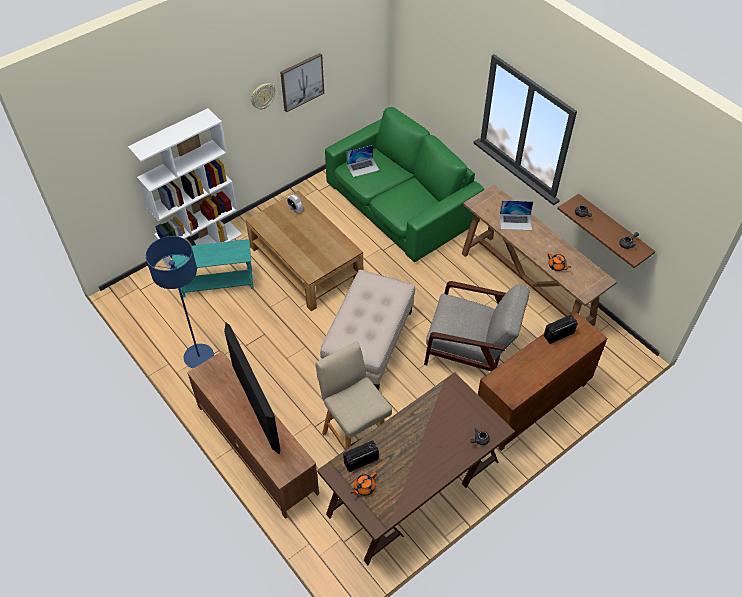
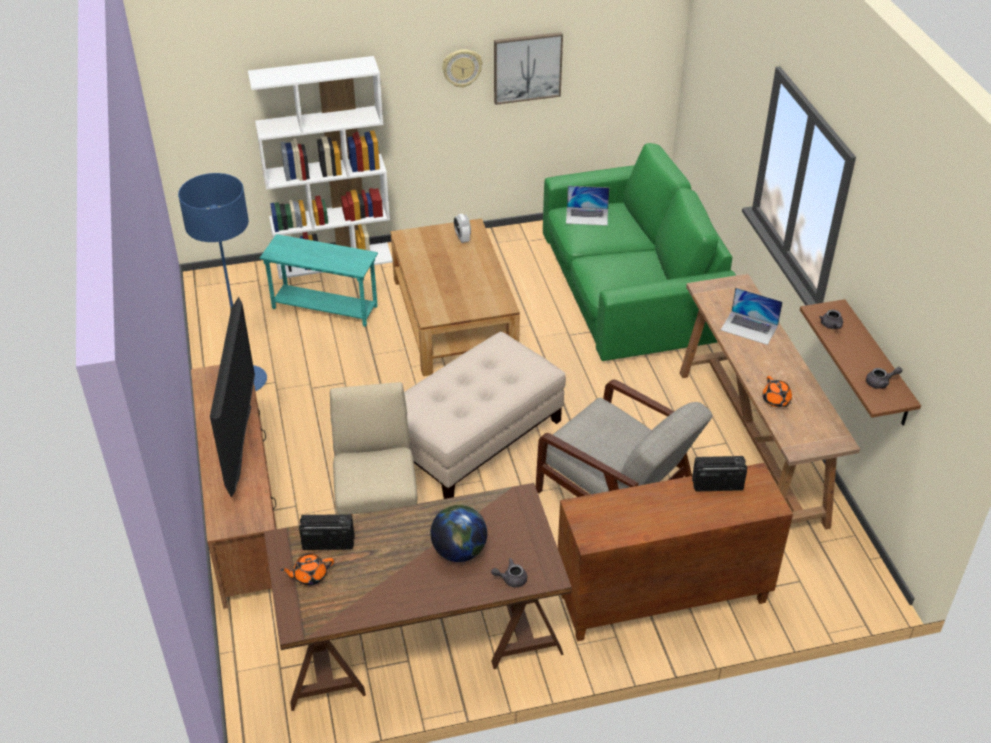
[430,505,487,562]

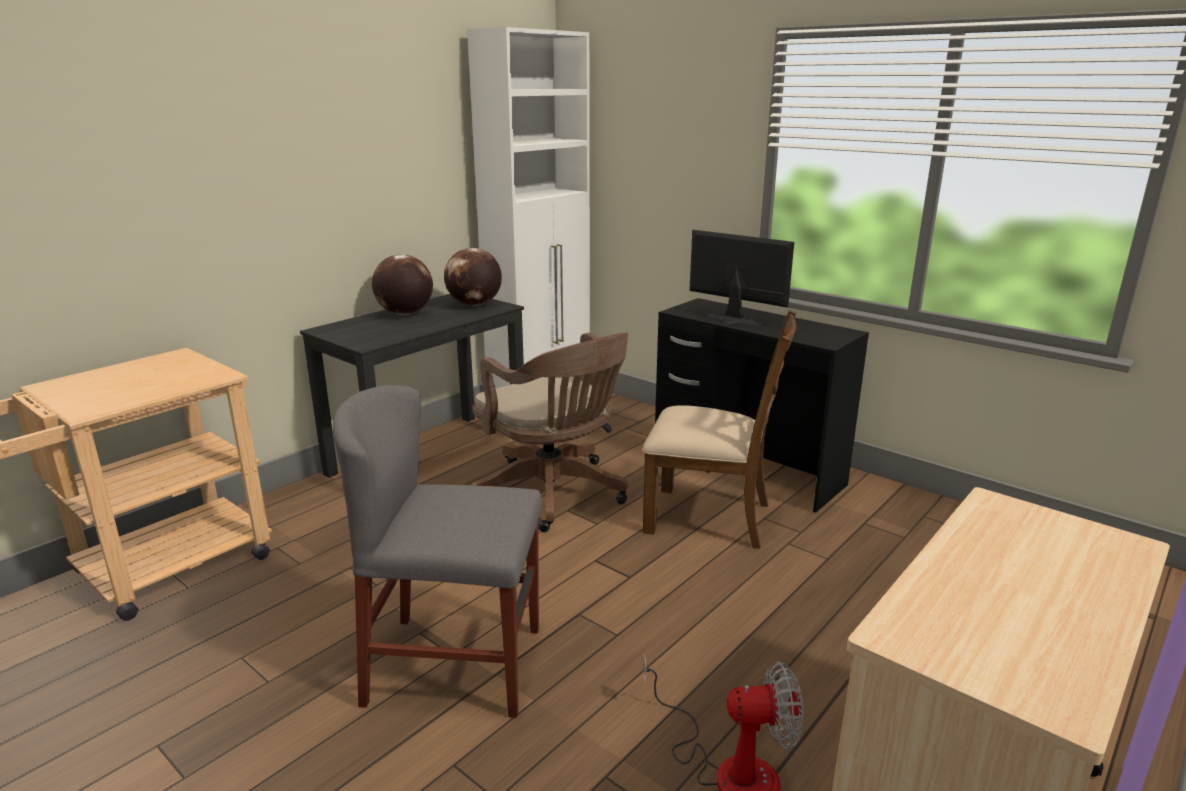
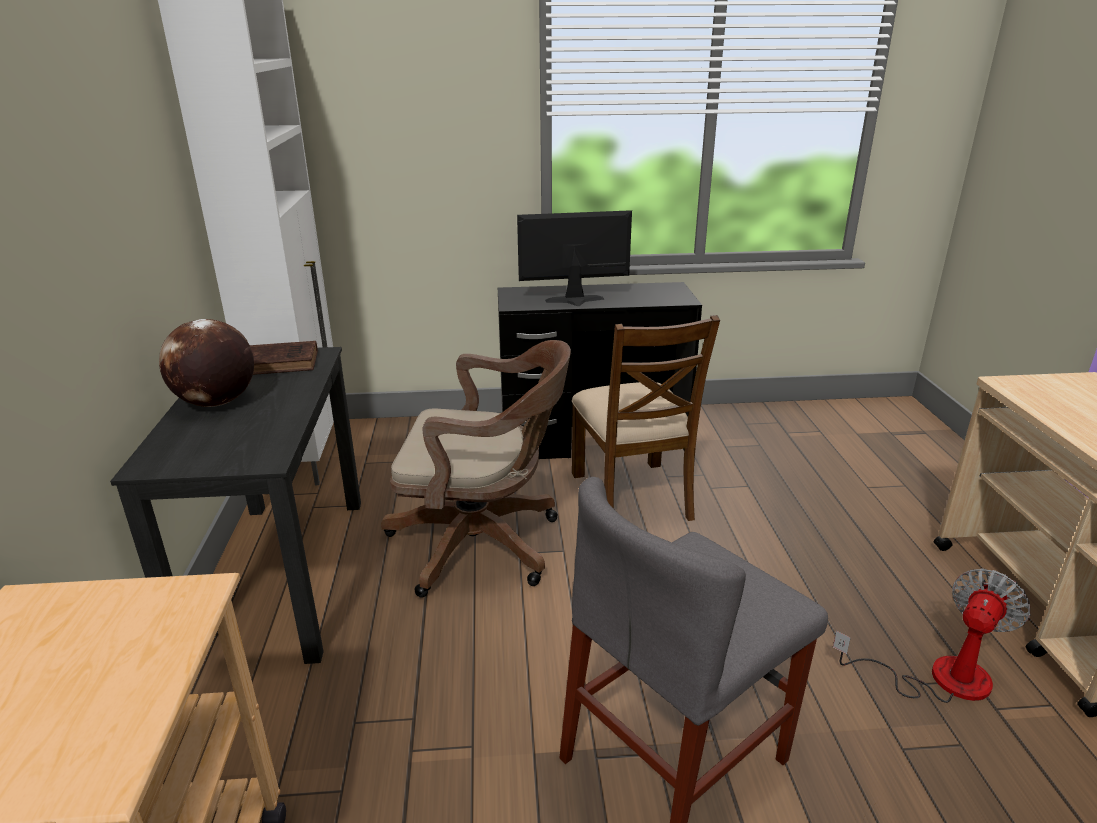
[250,341,318,375]
[572,315,720,521]

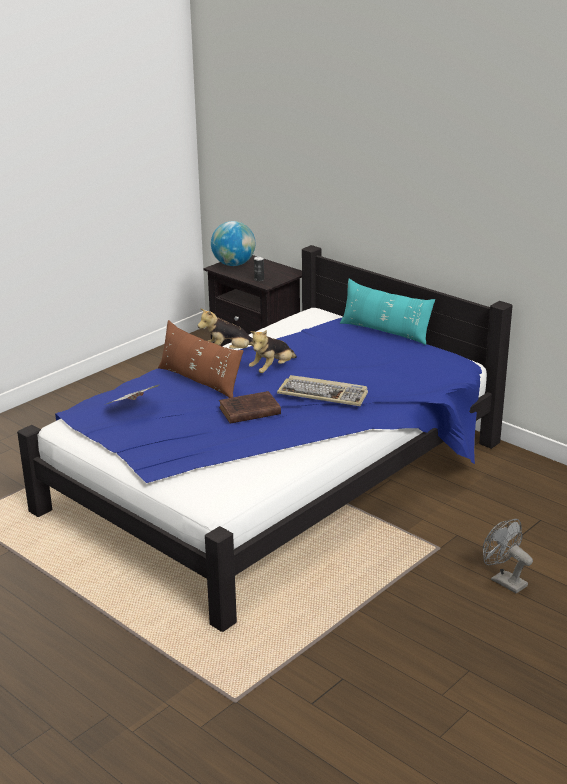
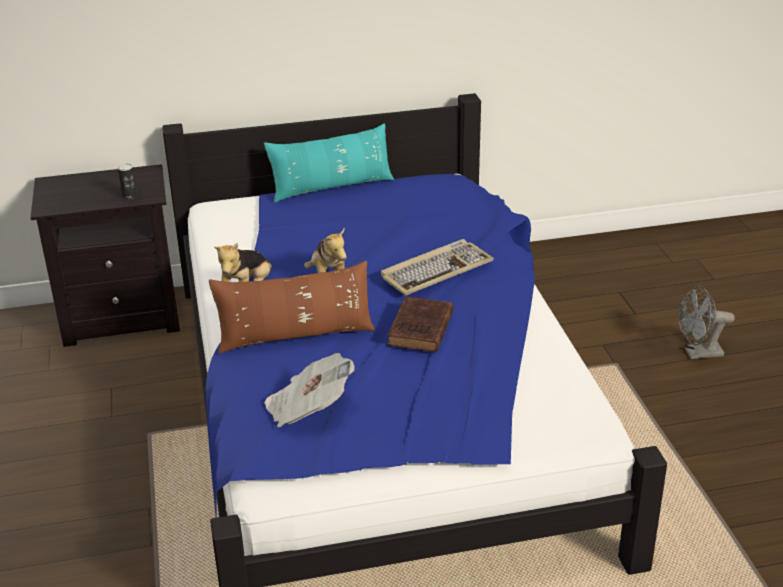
[211,221,256,266] (first image)

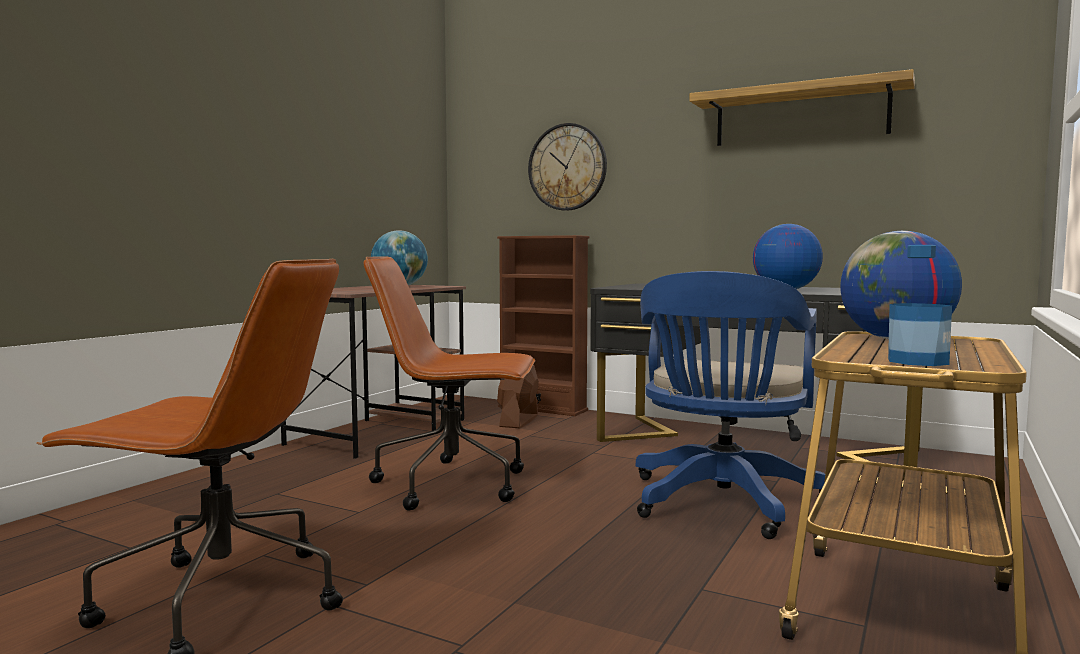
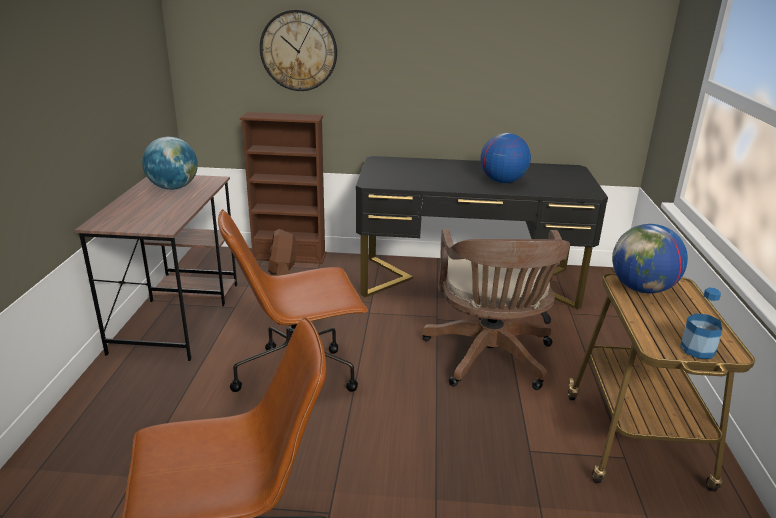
[689,69,915,146] (first image)
[422,229,570,390]

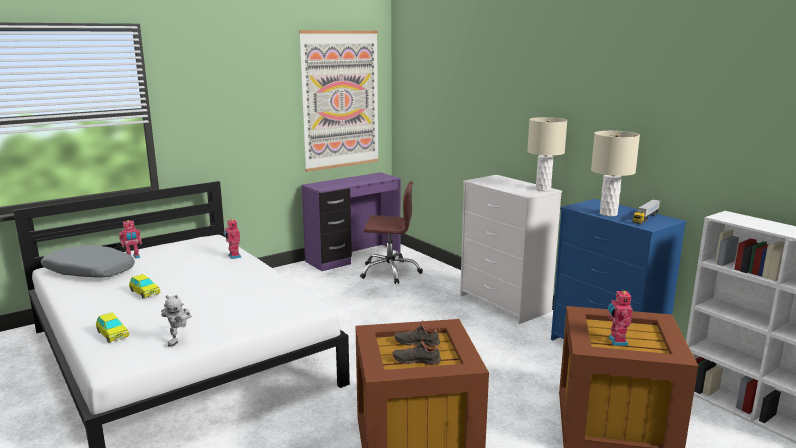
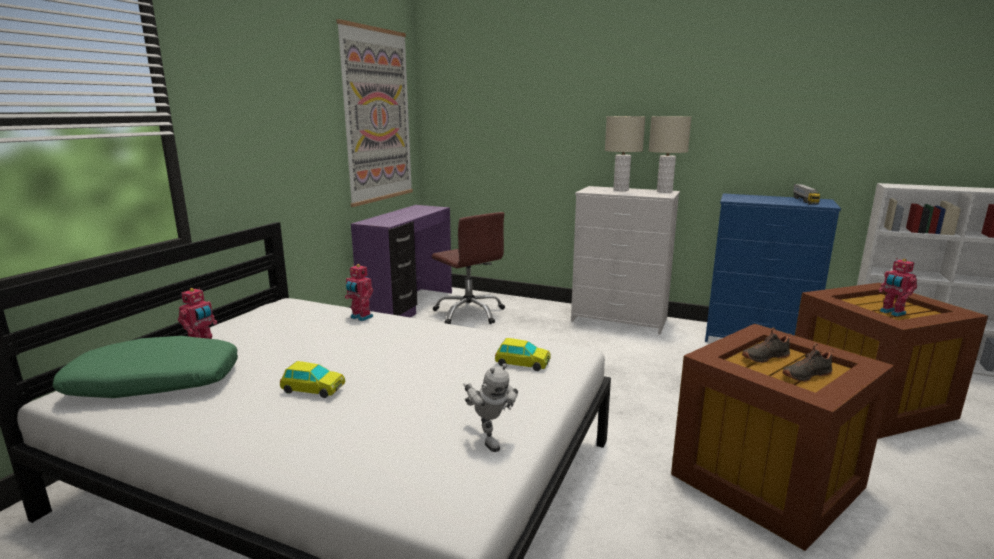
[605,116,645,191]
[432,212,505,324]
[53,336,238,398]
[495,338,551,371]

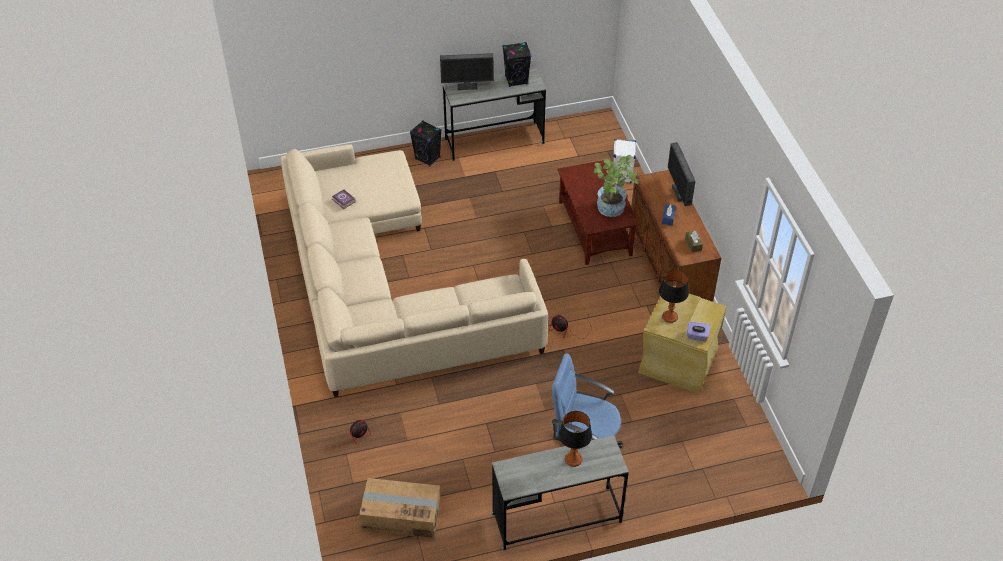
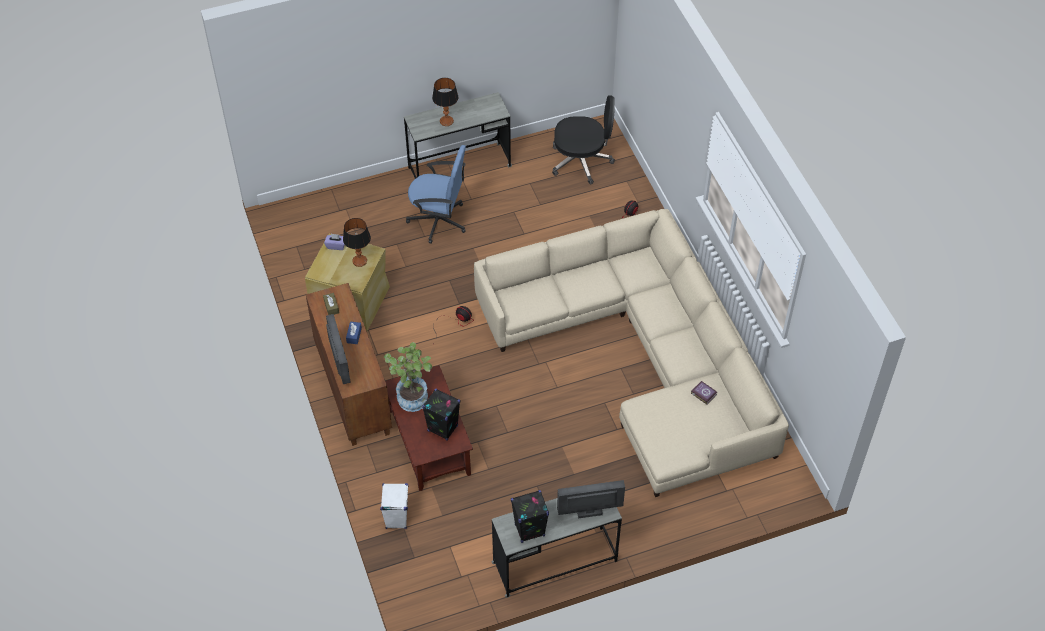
[422,388,460,441]
[552,95,615,185]

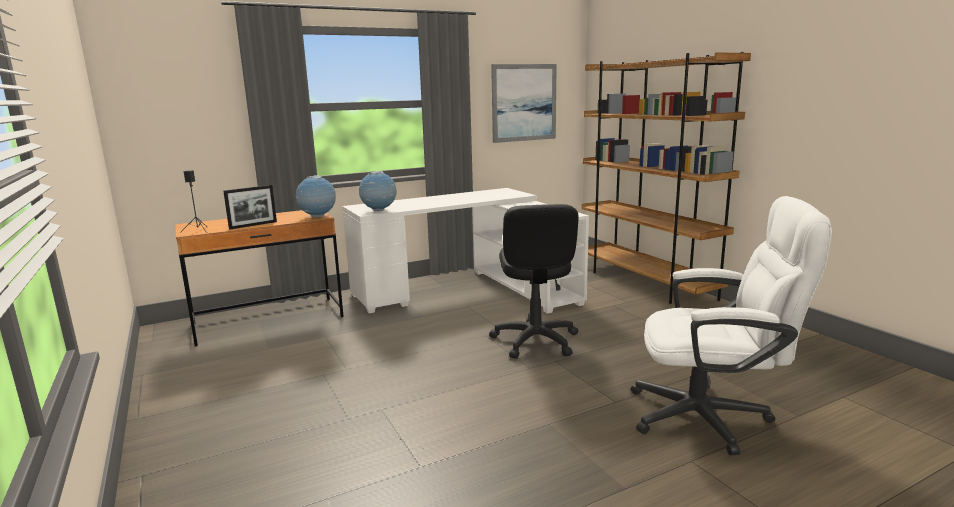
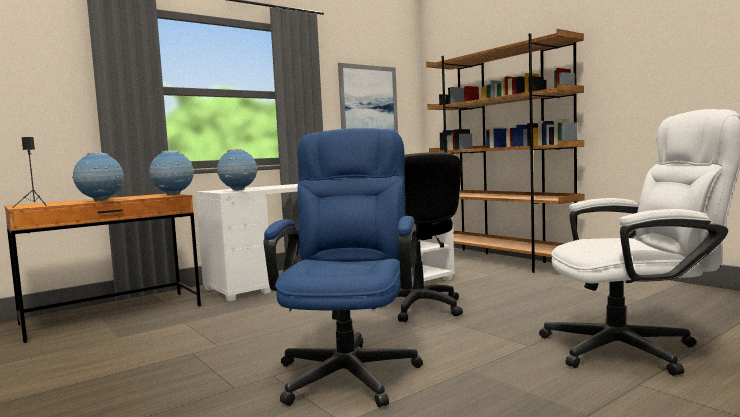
[72,152,124,201]
[264,128,423,408]

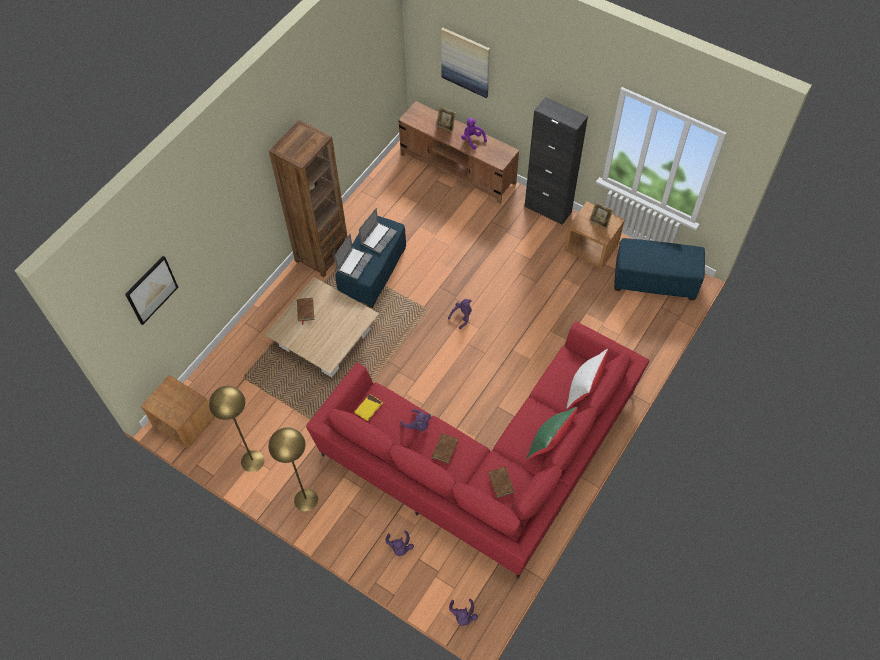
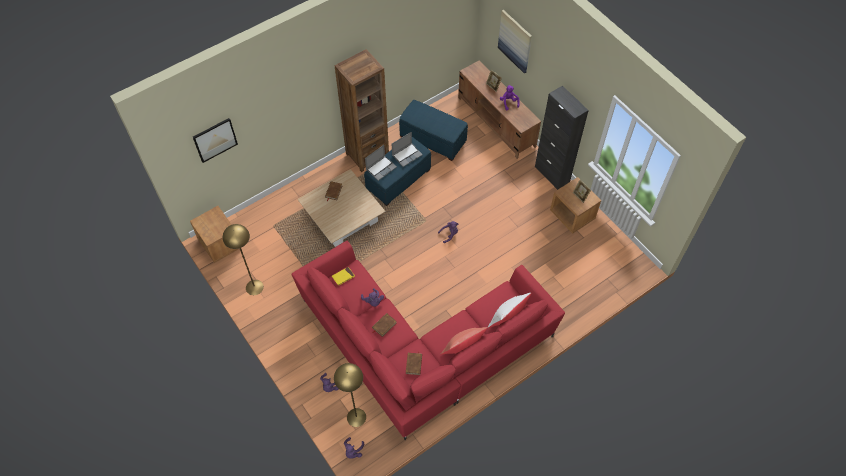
[399,100,468,161]
[441,327,488,354]
[334,363,366,427]

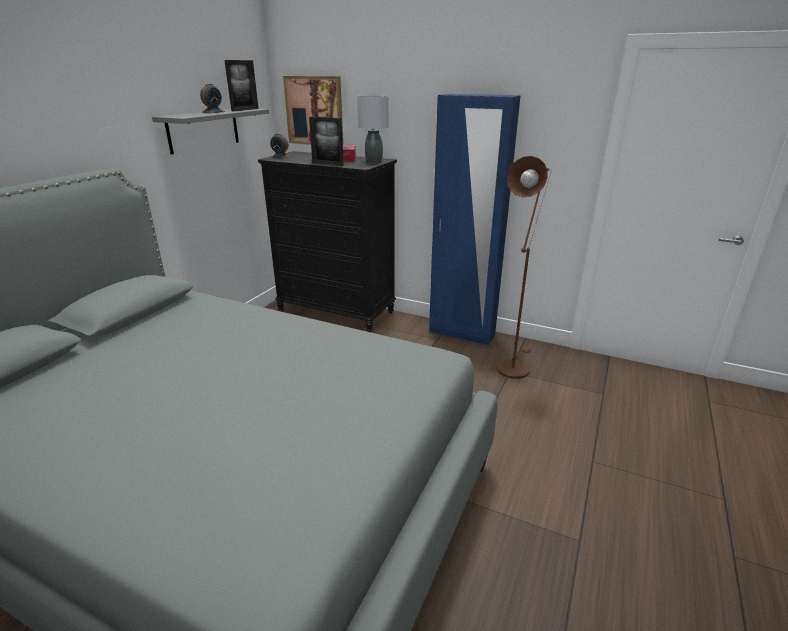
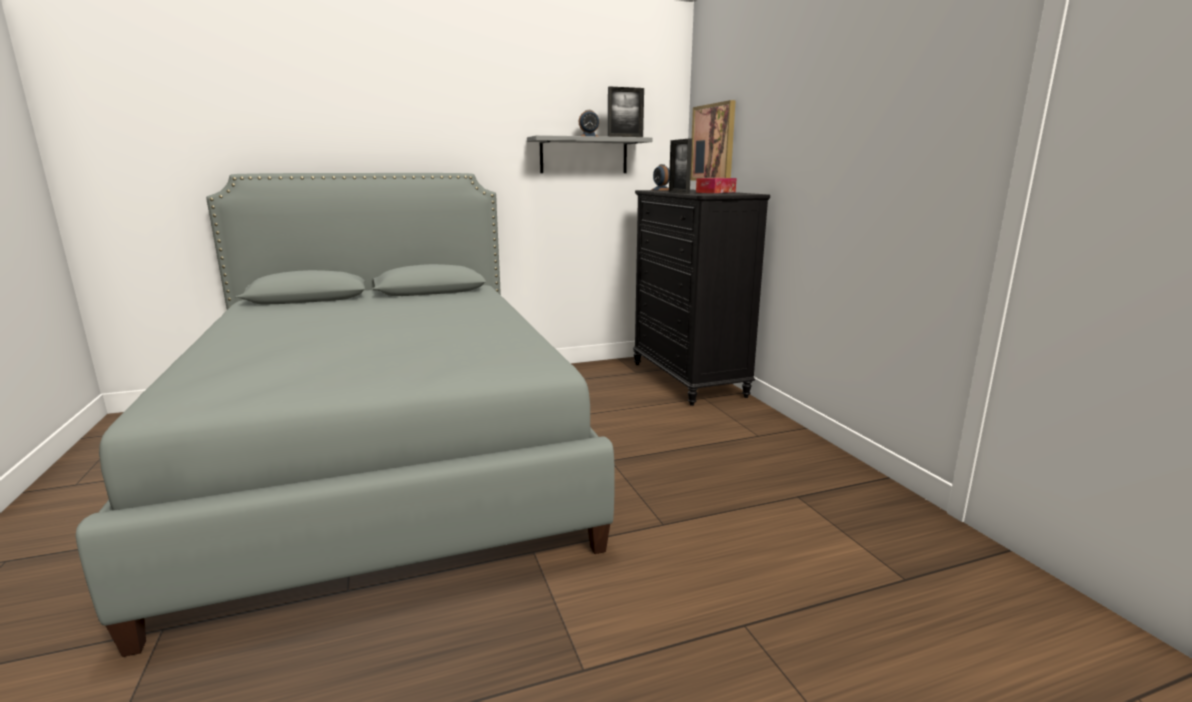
[429,94,521,345] (first image)
[357,95,388,164] (first image)
[496,156,551,379] (first image)

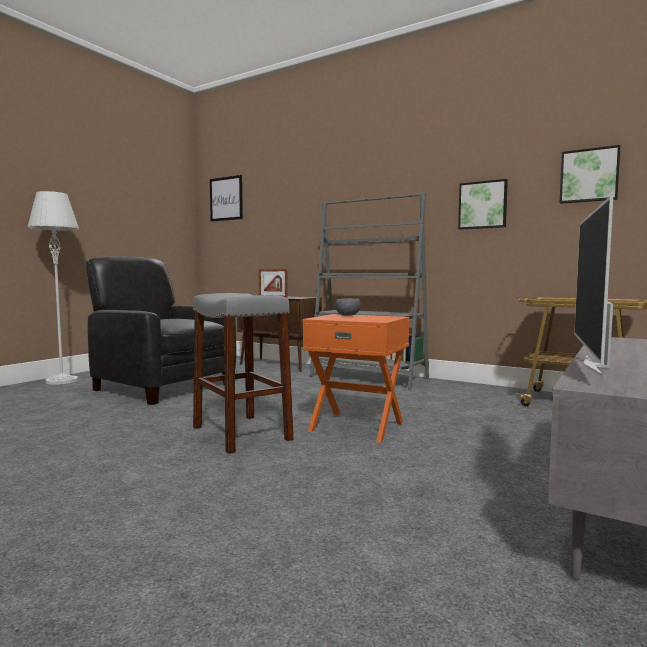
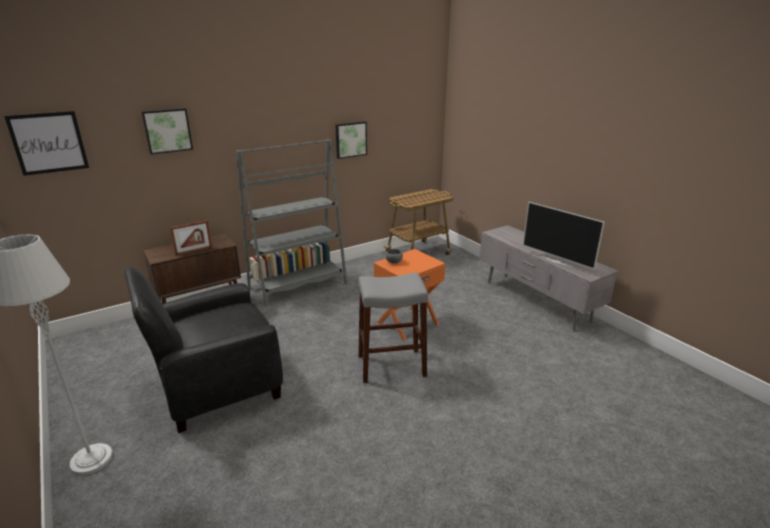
[141,108,193,155]

